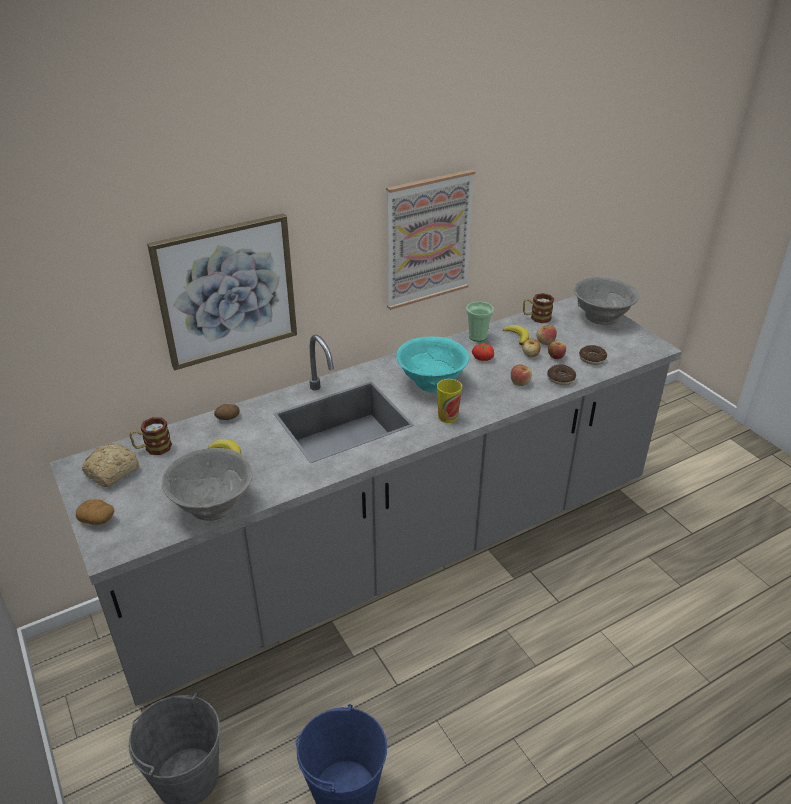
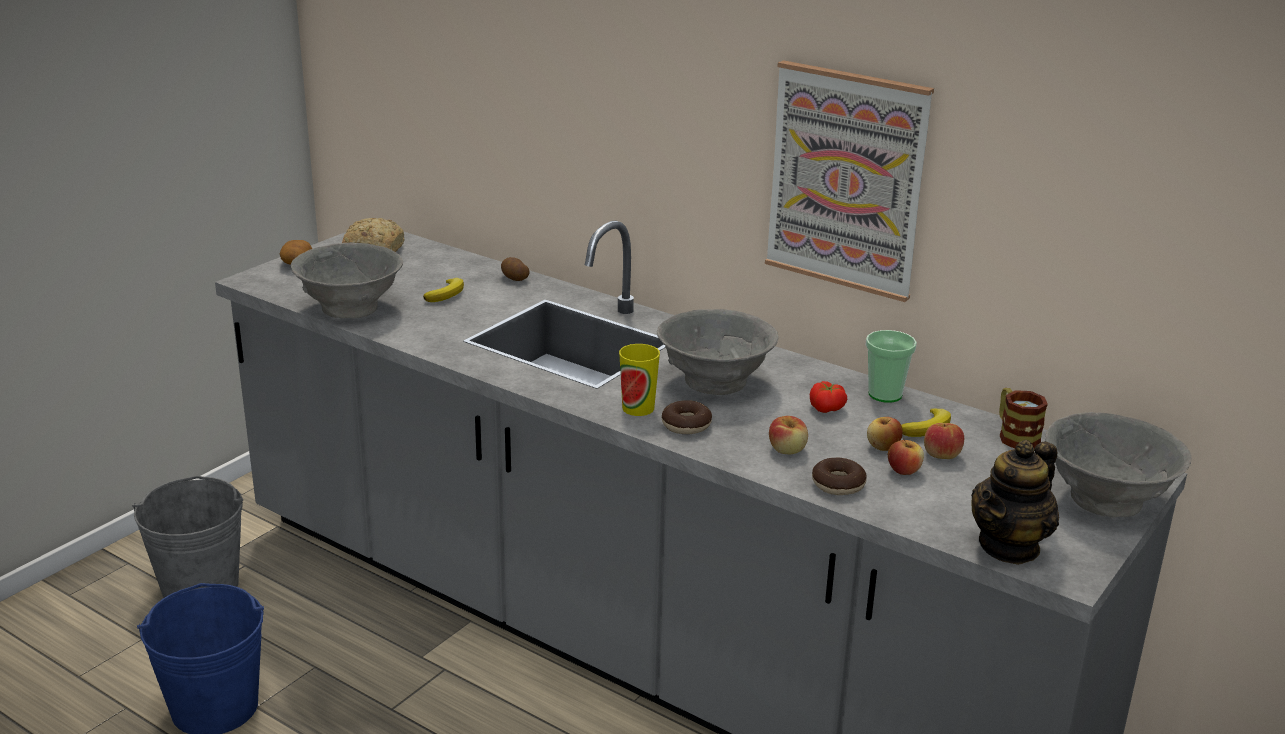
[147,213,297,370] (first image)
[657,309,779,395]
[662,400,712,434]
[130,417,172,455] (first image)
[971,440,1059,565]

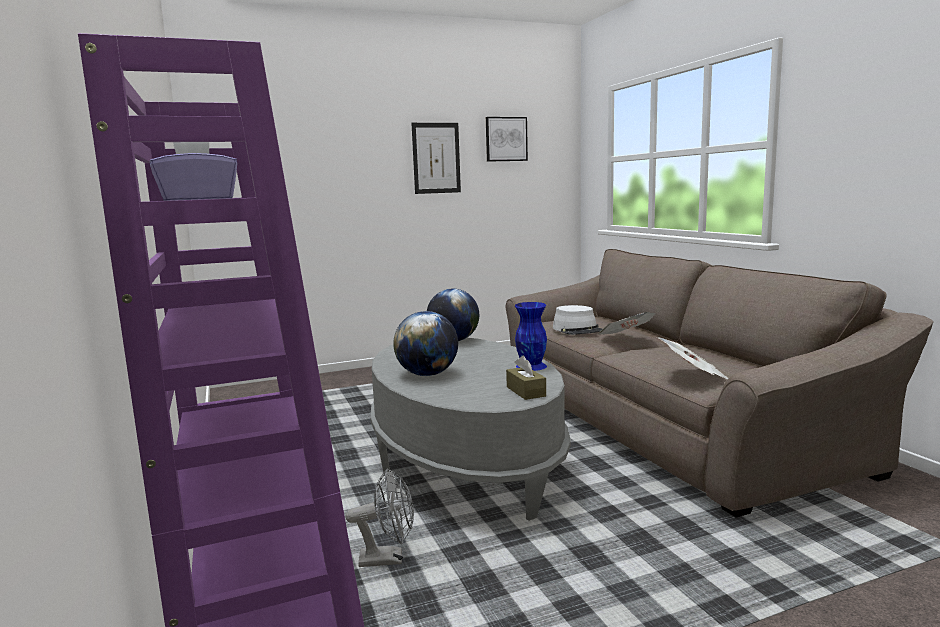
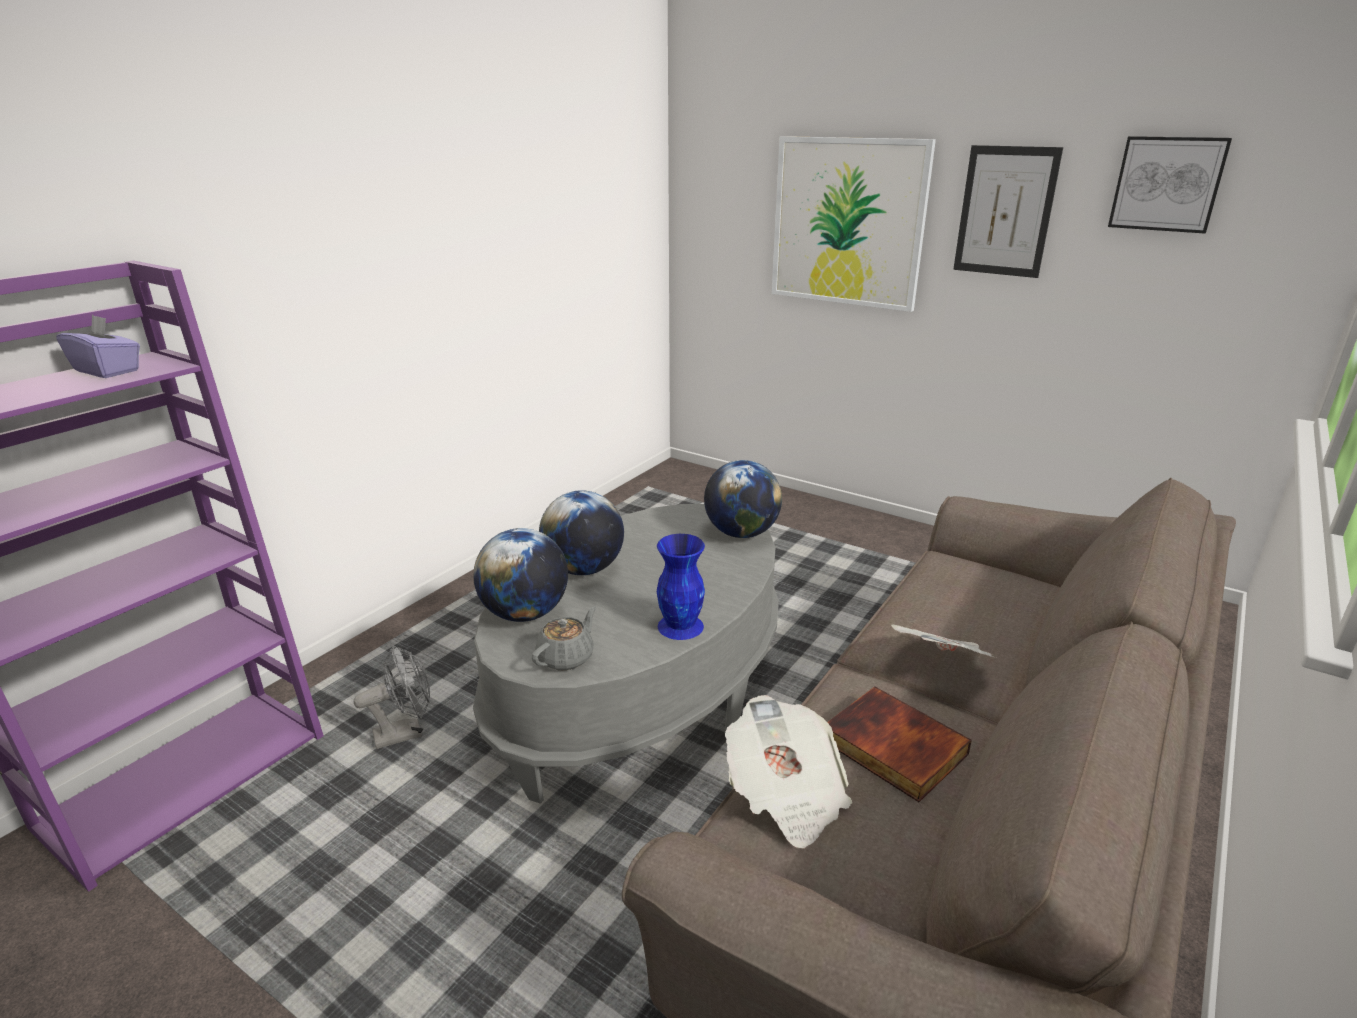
[553,305,602,335] (first image)
[532,606,596,671]
[354,646,430,749]
[772,136,936,312]
[473,528,568,622]
[828,687,972,802]

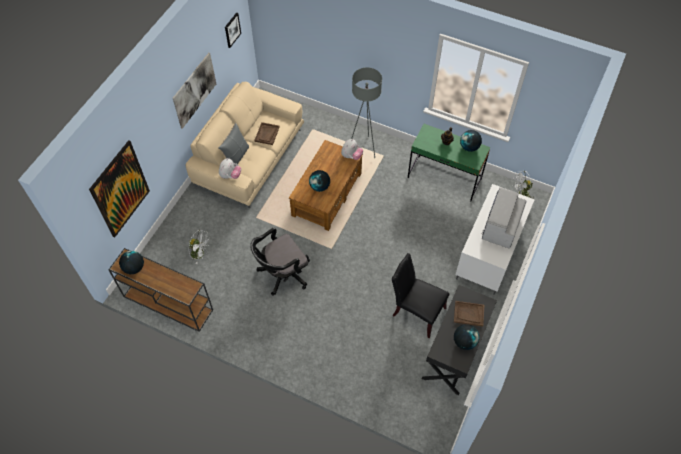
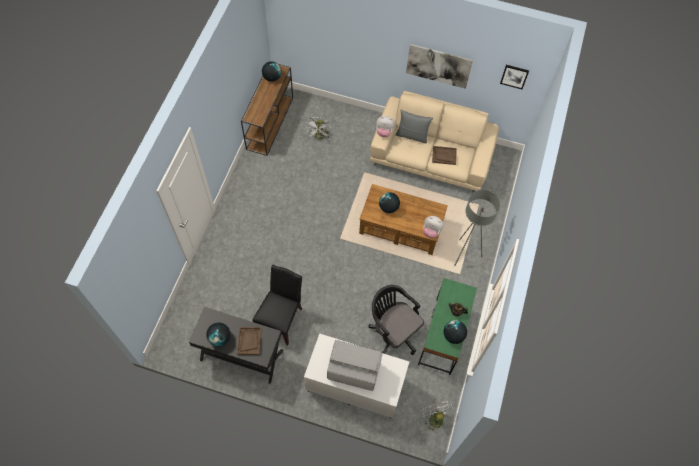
[89,140,150,238] (first image)
[368,285,424,355]

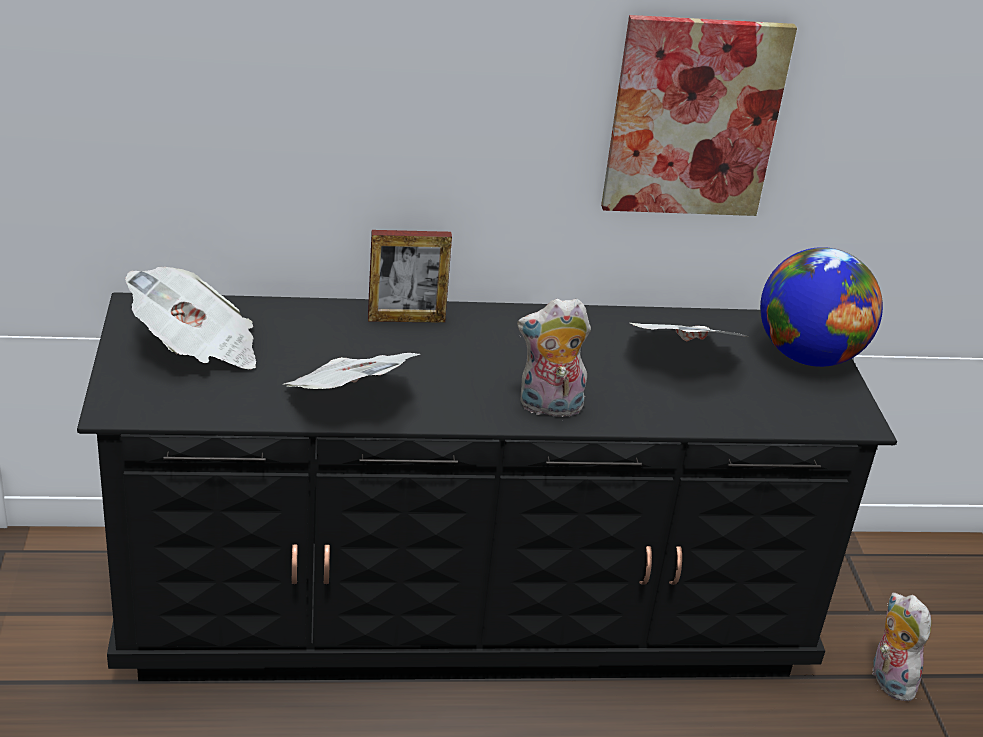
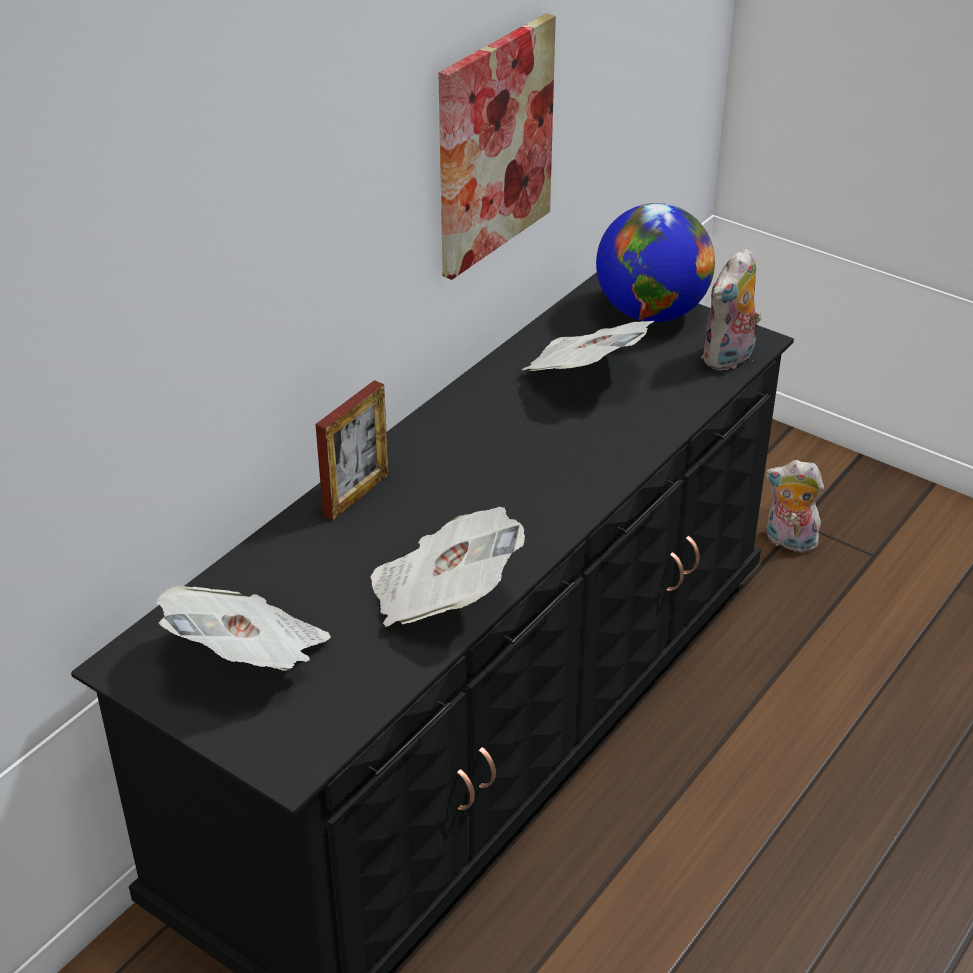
[701,248,762,371]

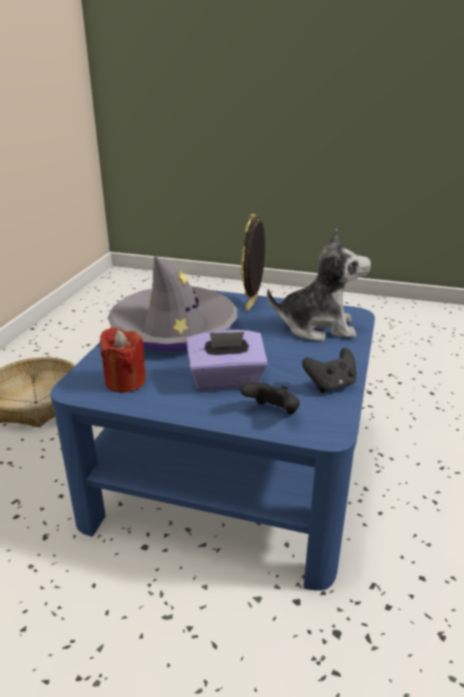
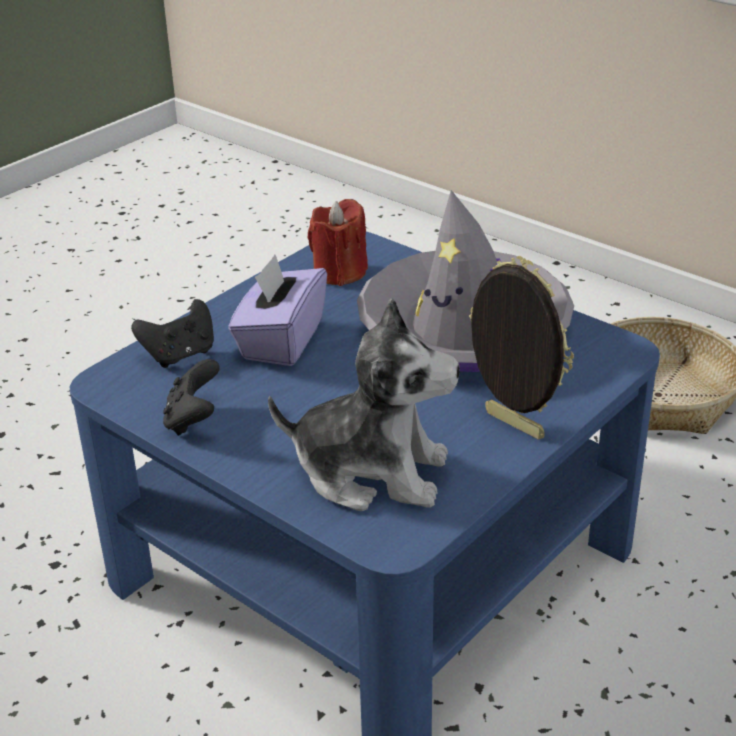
[268,298,460,511]

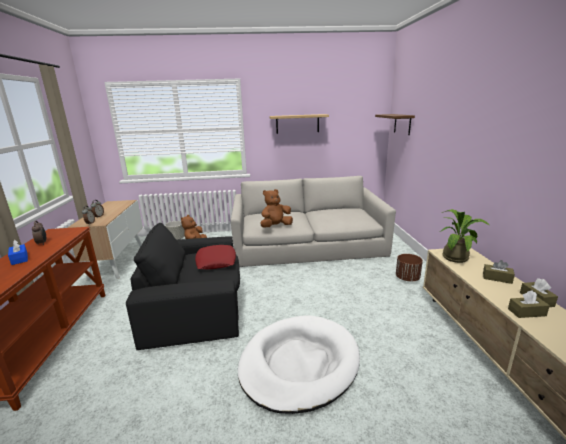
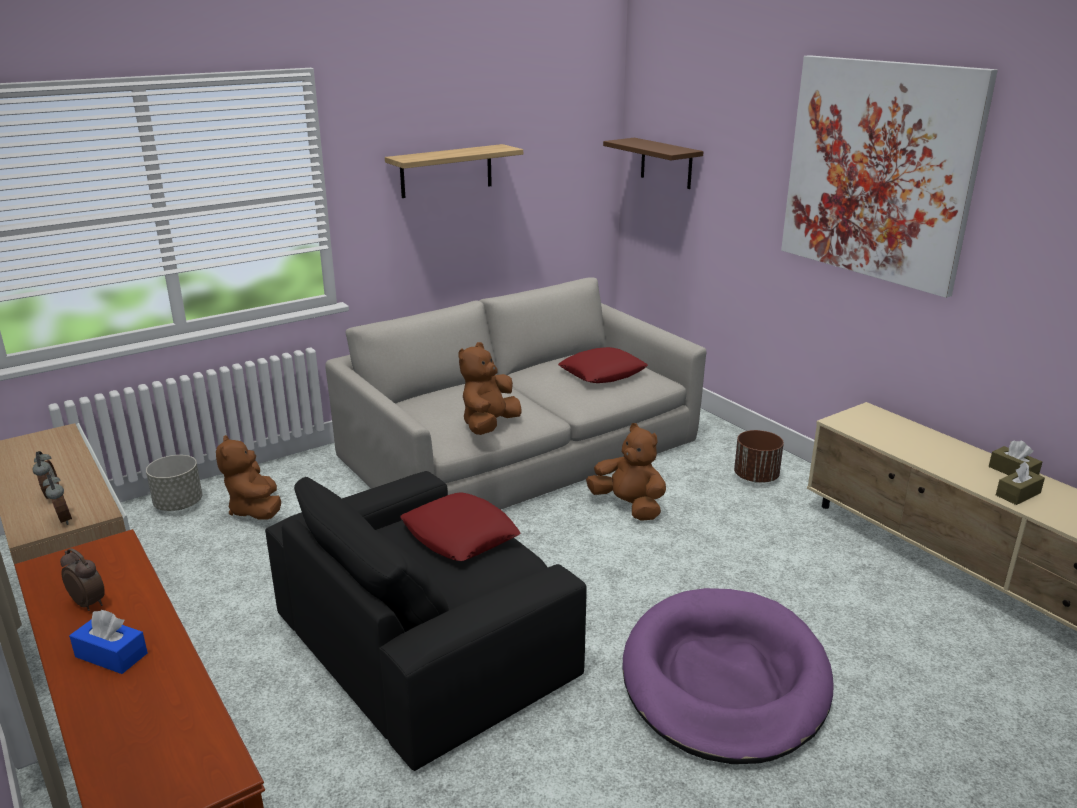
[440,209,489,263] (first image)
[483,260,515,284] (first image)
[622,588,834,764]
[781,55,998,298]
[558,347,648,383]
[586,423,666,521]

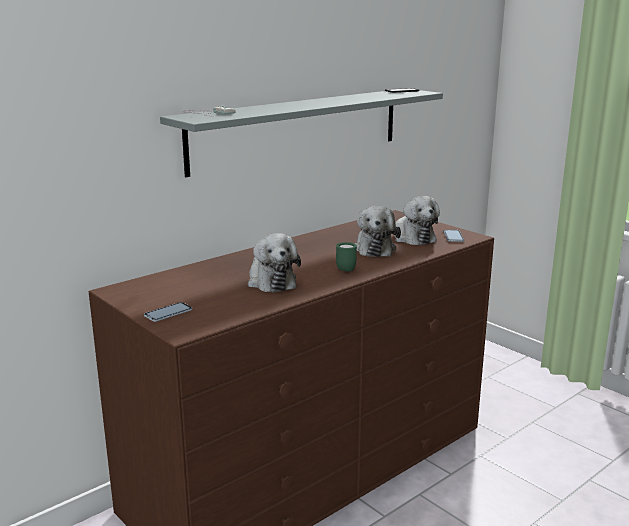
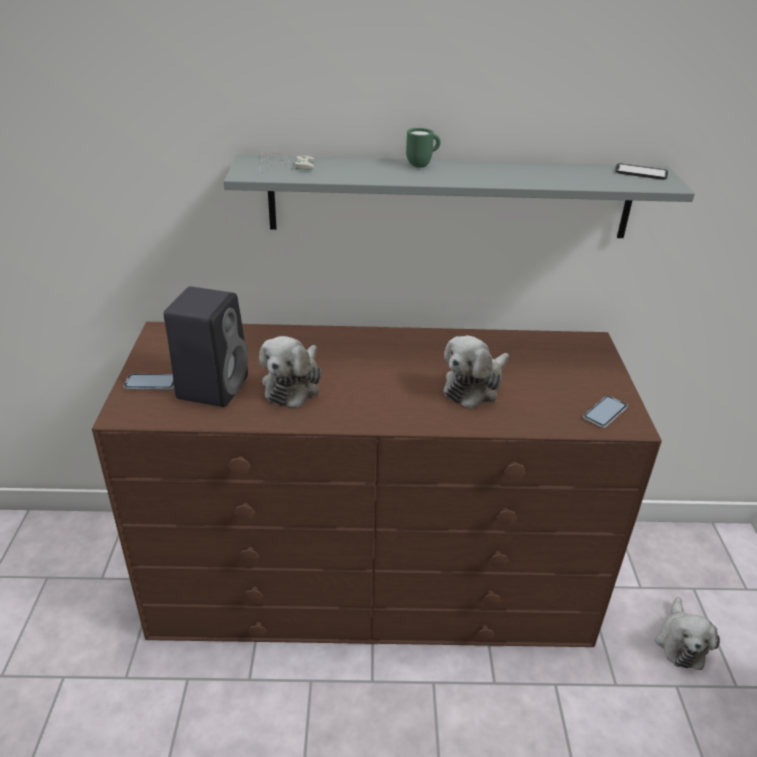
[655,597,720,670]
[406,128,440,168]
[164,286,248,407]

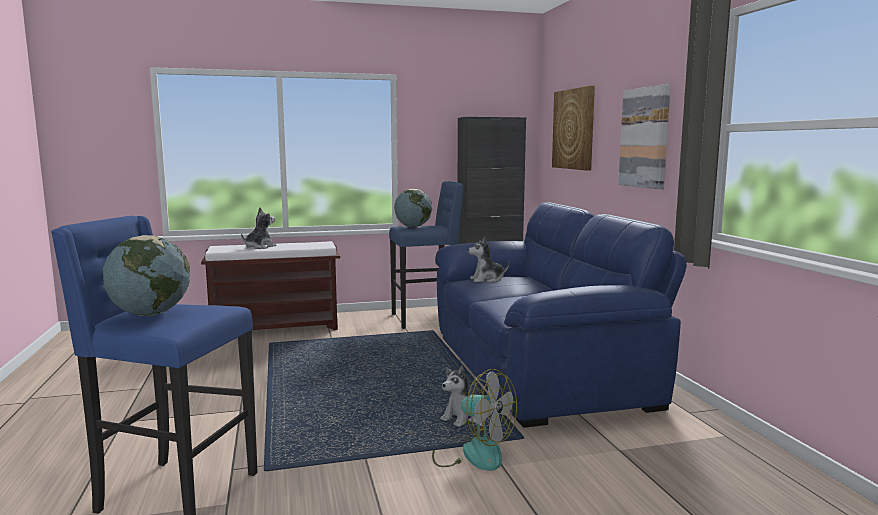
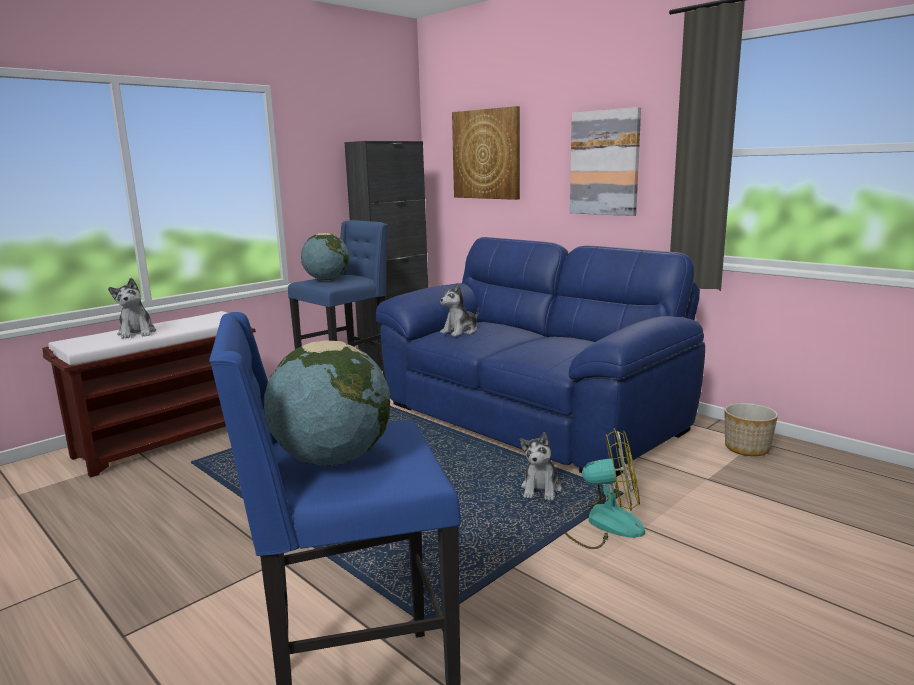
[108,278,156,339]
[725,403,778,456]

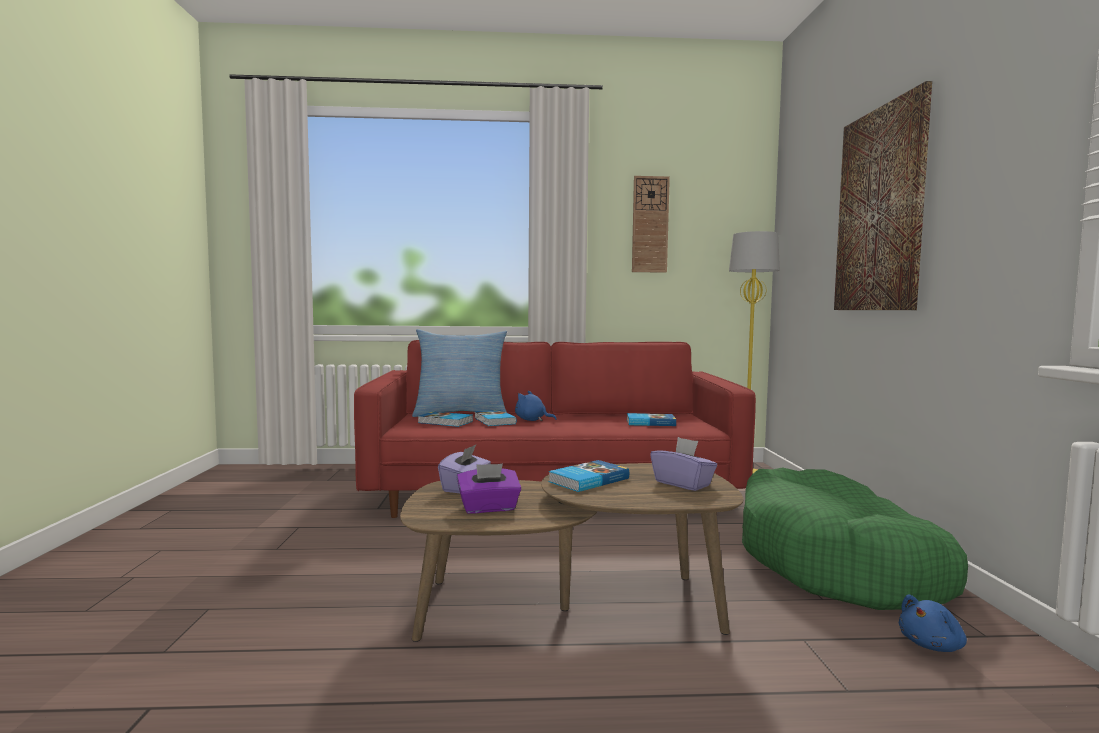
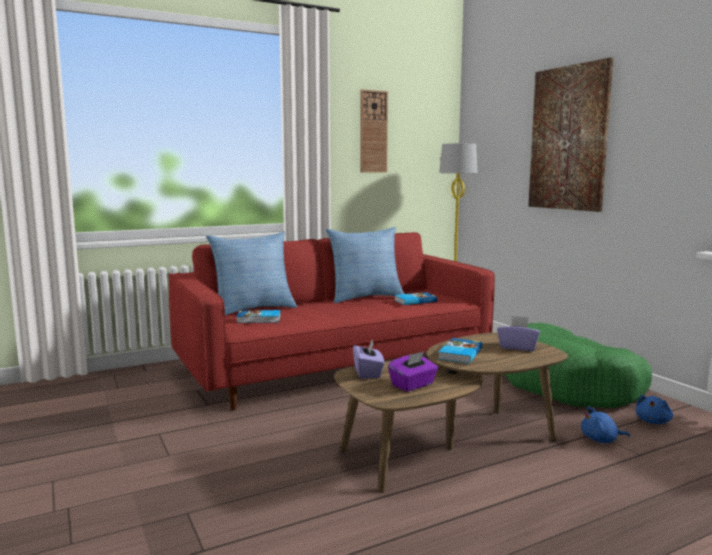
[581,406,630,443]
[474,410,516,426] (first image)
[326,227,404,303]

